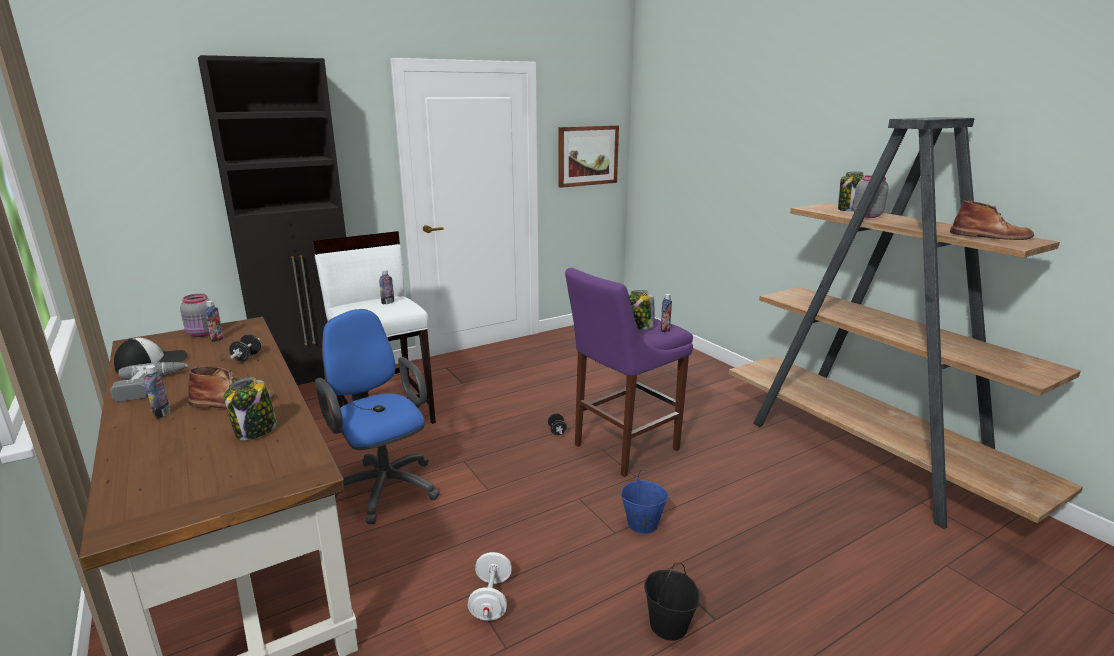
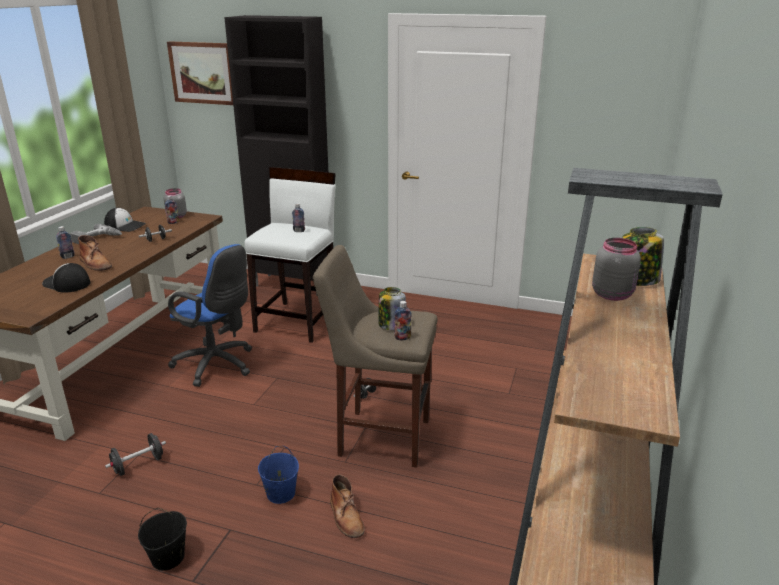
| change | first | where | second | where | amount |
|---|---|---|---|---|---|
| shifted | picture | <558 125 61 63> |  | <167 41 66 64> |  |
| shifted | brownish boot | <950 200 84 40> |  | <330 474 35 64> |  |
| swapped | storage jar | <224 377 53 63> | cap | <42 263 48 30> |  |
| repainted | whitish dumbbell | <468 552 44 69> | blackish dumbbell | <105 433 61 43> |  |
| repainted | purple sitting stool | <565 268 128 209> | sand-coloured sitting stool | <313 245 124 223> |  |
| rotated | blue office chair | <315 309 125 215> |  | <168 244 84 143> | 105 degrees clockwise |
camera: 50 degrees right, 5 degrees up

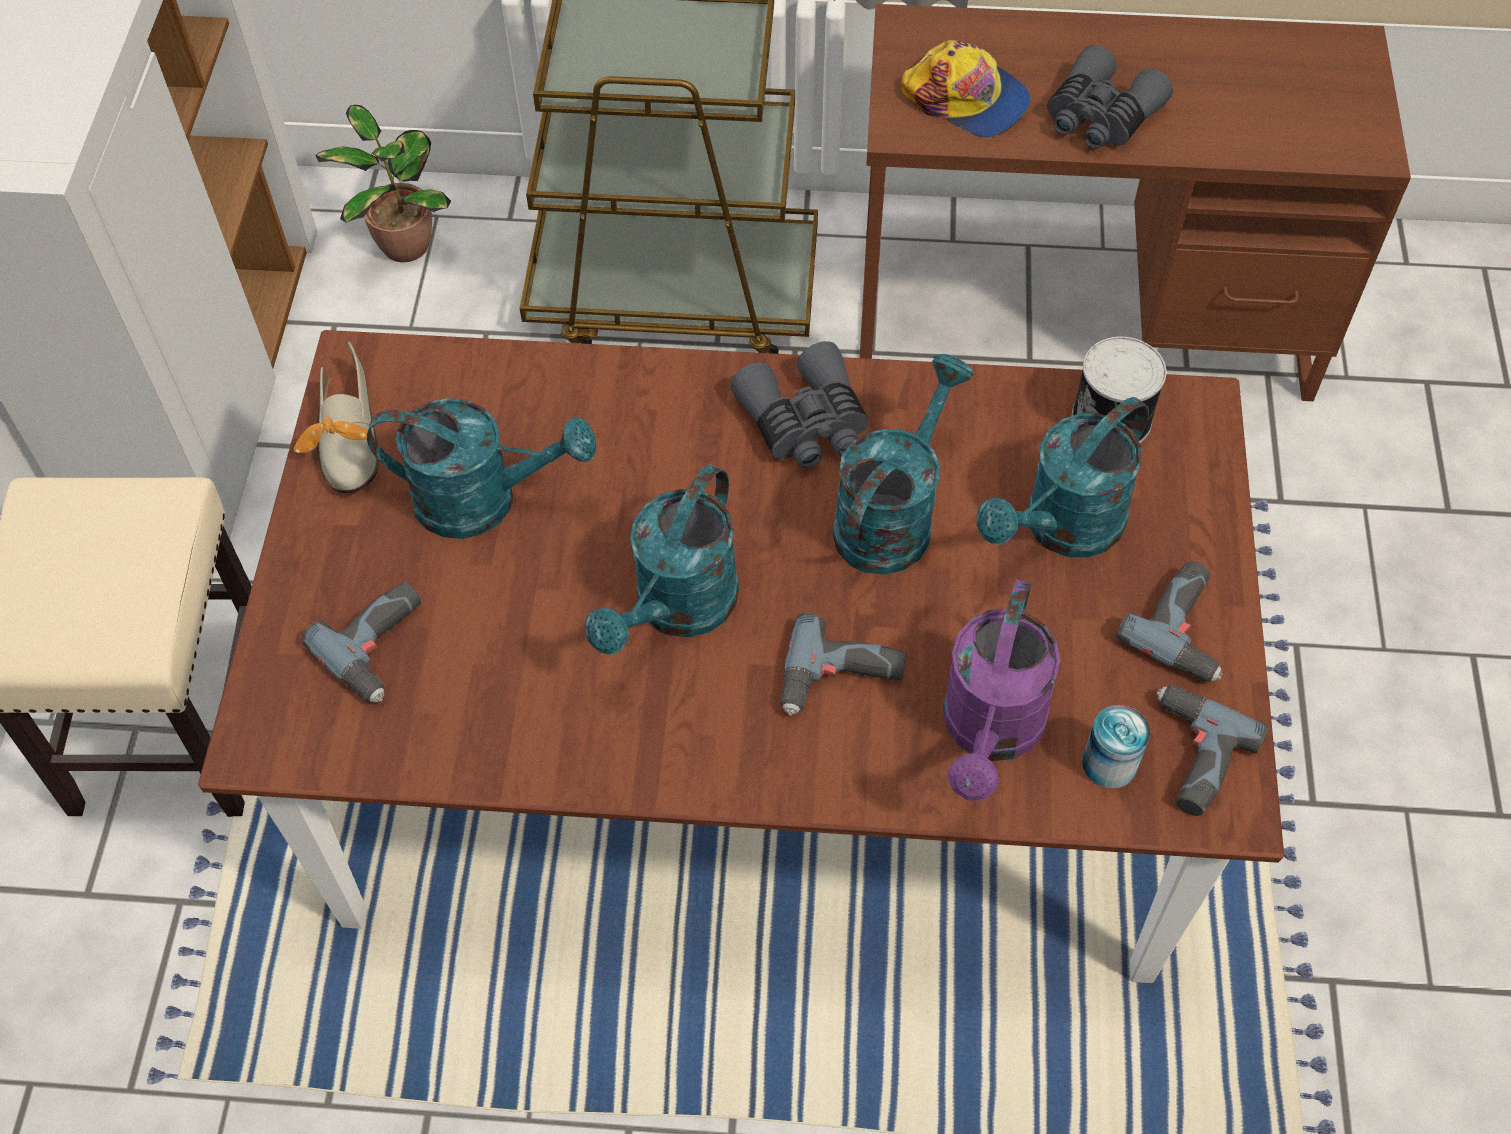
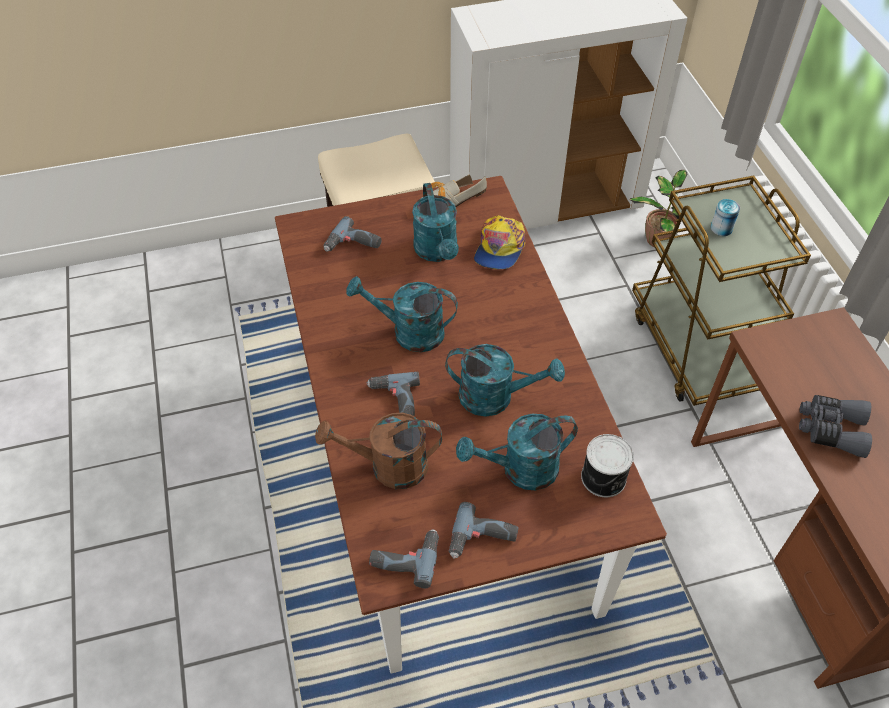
| change | first | where | second | where | amount |
|---|---|---|---|---|---|
| gone | grey field glasses | <730 341 139 127> |  |  |  |
| shifted | cap | <901 40 130 98> |  | <474 215 52 54> |  |
| shifted | sealed can | <1082 705 68 84> |  | <710 199 30 37> |  |
| repainted | purple watering can | <943 579 118 222> | brownish watering can | <315 413 127 76> |  |
| rotated | blue-green watering can | <976 397 173 160> |  | <456 414 122 77> | 45 degrees counterclockwise |
camera: 70 degrees right, 5 degrees down

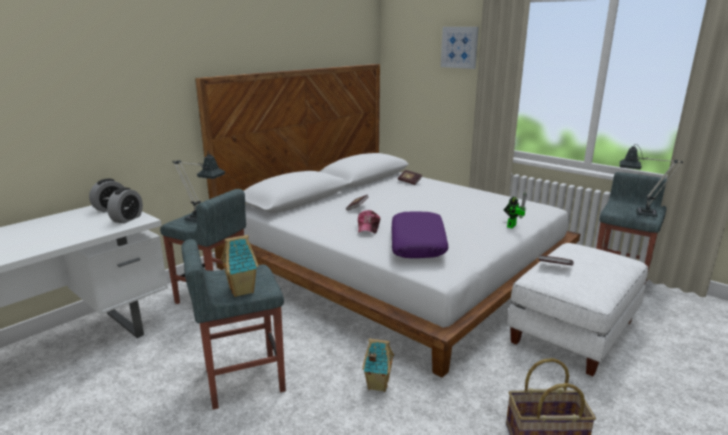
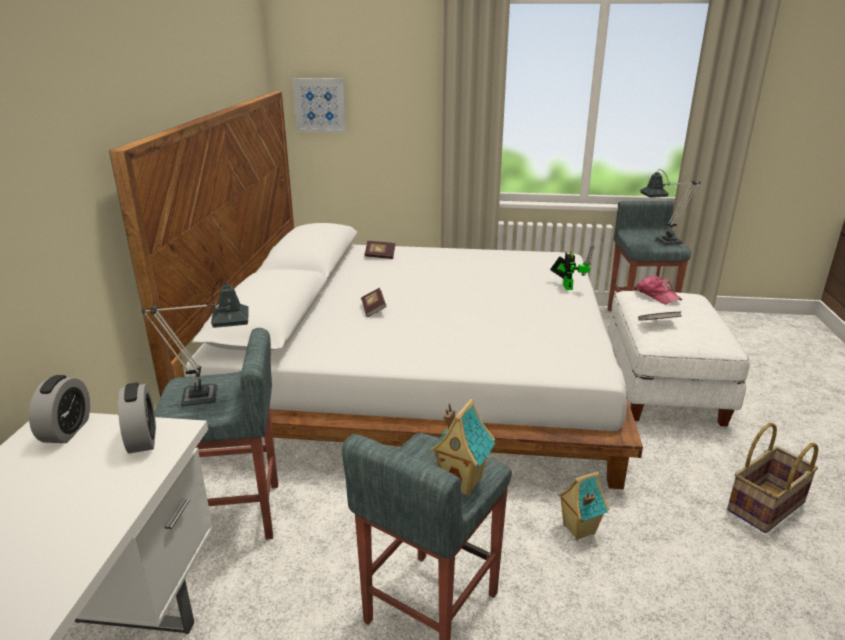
| change | first | where | second | where | amount |
|---|---|---|---|---|---|
| gone | purple pillow | <392 211 56 47> |  |  |  |
| shifted | cap | <358 210 22 24> |  | <636 275 46 29> |  |
| shifted | picture | <441 27 38 42> |  | <292 78 55 55> |  |
camera: 35 degrees left, 5 degrees up

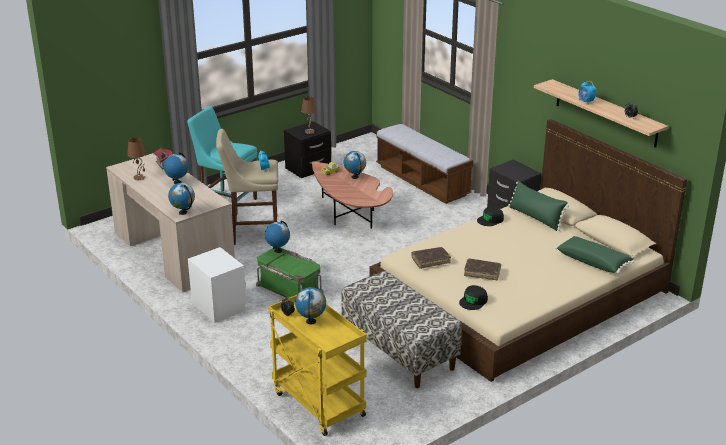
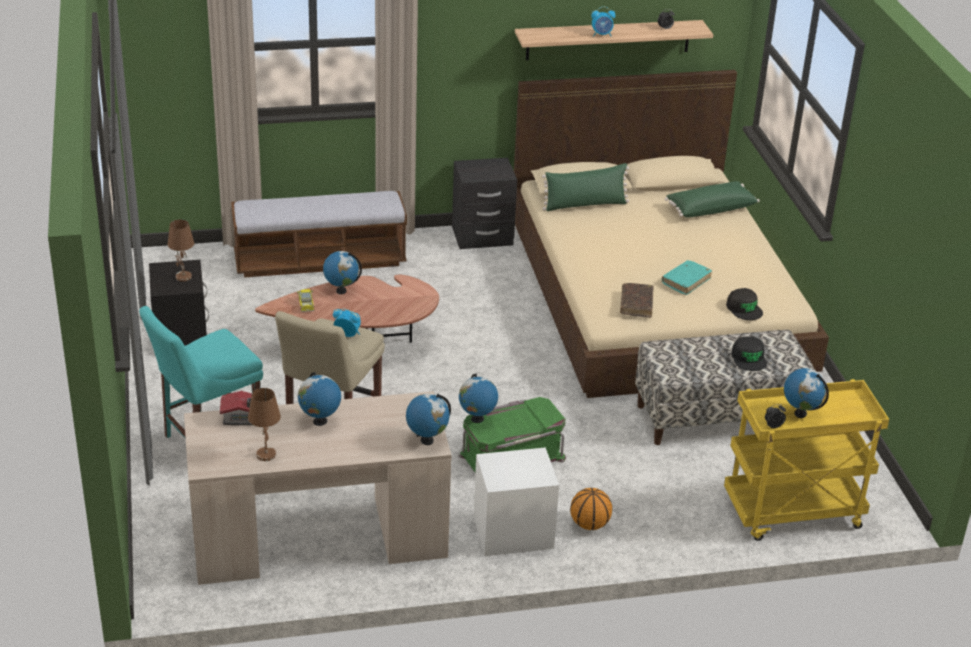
| change | first | where | second | where | amount |
|---|---|---|---|---|---|
| new |  |  | basketball ball | <570 488 42 42> |  |
| shifted | blackish cap | <477 206 27 20> |  | <731 336 36 35> |  |
| repainted | brownish book | <464 259 37 21> | blue-green book | <662 260 50 35> |  |
camera: 65 degrees left, 5 degrees up

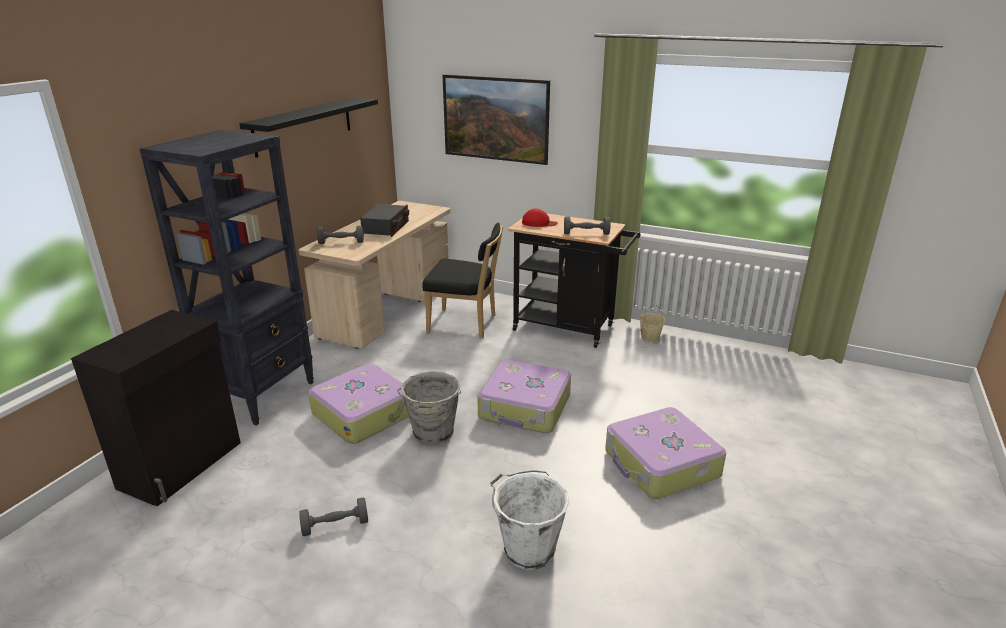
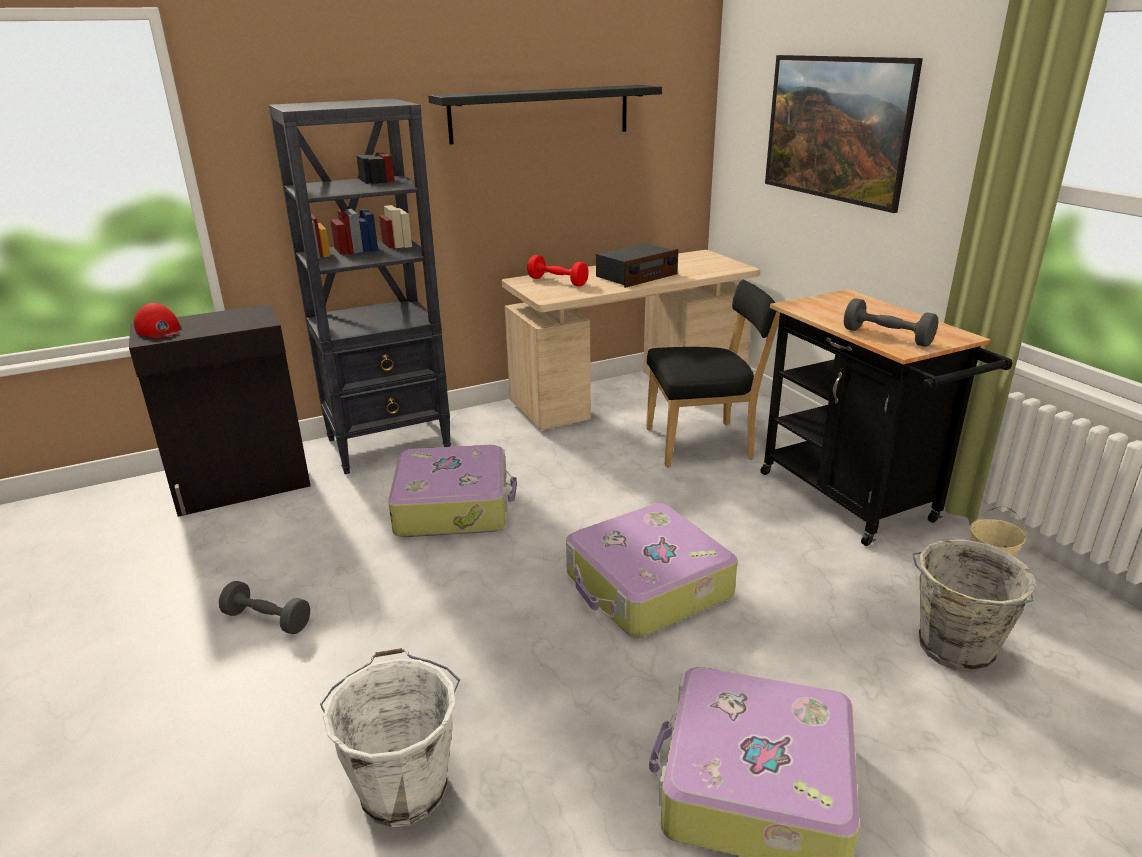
| change | first | where | second | where | amount |
|---|---|---|---|---|---|
| shifted | grey pail | <397 371 64 74> |  | <912 540 124 132> |  |
| shifted | red cap | <522 208 36 19> |  | <134 303 46 36> |  |
| repainted | grey dumbbell | <317 226 47 18> | red dumbbell | <527 255 62 31> |  |
| rotated | blackish plain chair | <423 223 80 116> |  | <646 280 134 187> | 60 degrees counterclockwise |
camera: 40 degrees right, 0 degrees up

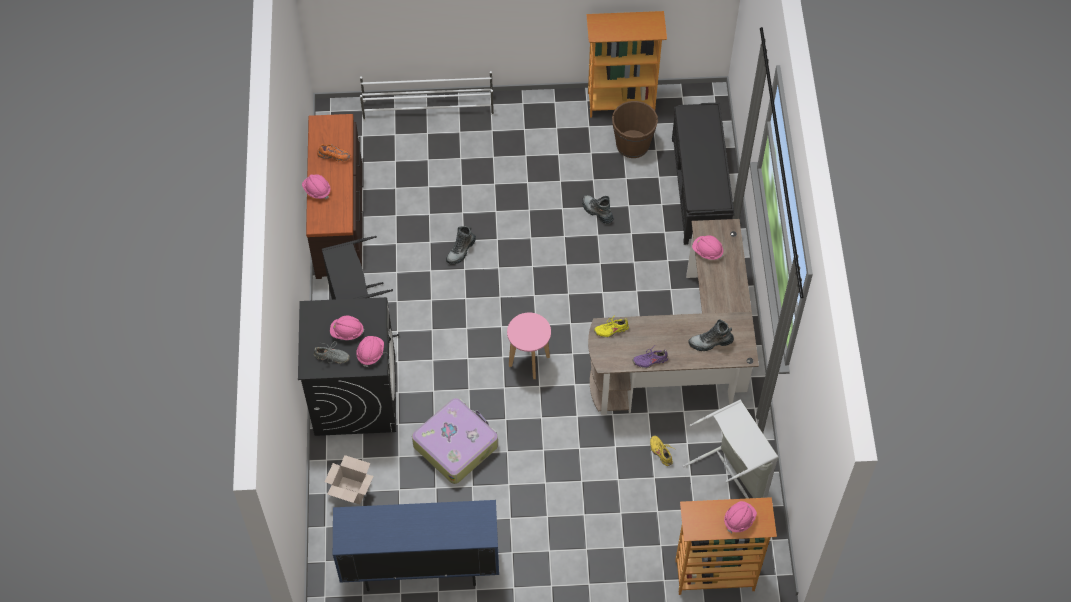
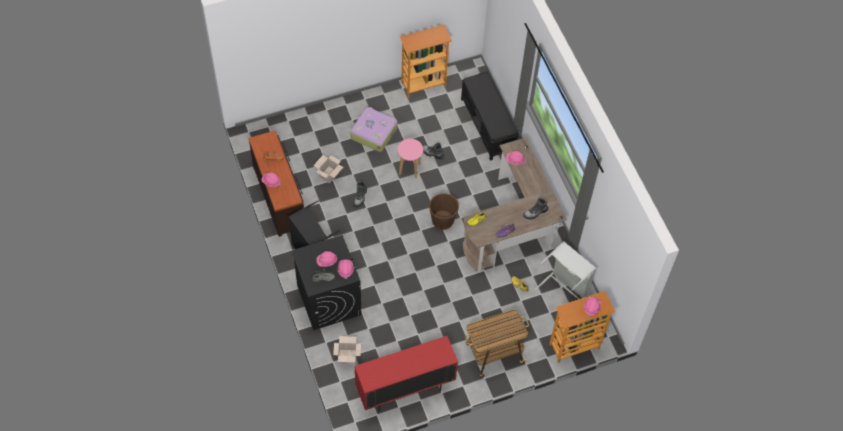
| change | first | where | second | where | amount |
|---|---|---|---|---|---|
| gone | whitish shoe rack | <360 71 134 50> |  |  |  |
| new |  |  | carton | <313 155 30 28> |  |
| new |  |  | wheeled cart | <465 309 64 69> |  |
| shifted | travel case | <412 398 86 86> |  | <350 107 47 45> |  |
| shifted | pink sitting stool | <507 313 44 66> |  | <398 139 25 39> |  |
| shifted | brownish pail | <612 101 46 57> |  | <429 193 30 37> |  |
| repainted | blue cabinet | <333 500 166 91> | red cabinet | <354 336 104 76> |  |
camera: 20 degrees left, 0 degrees up

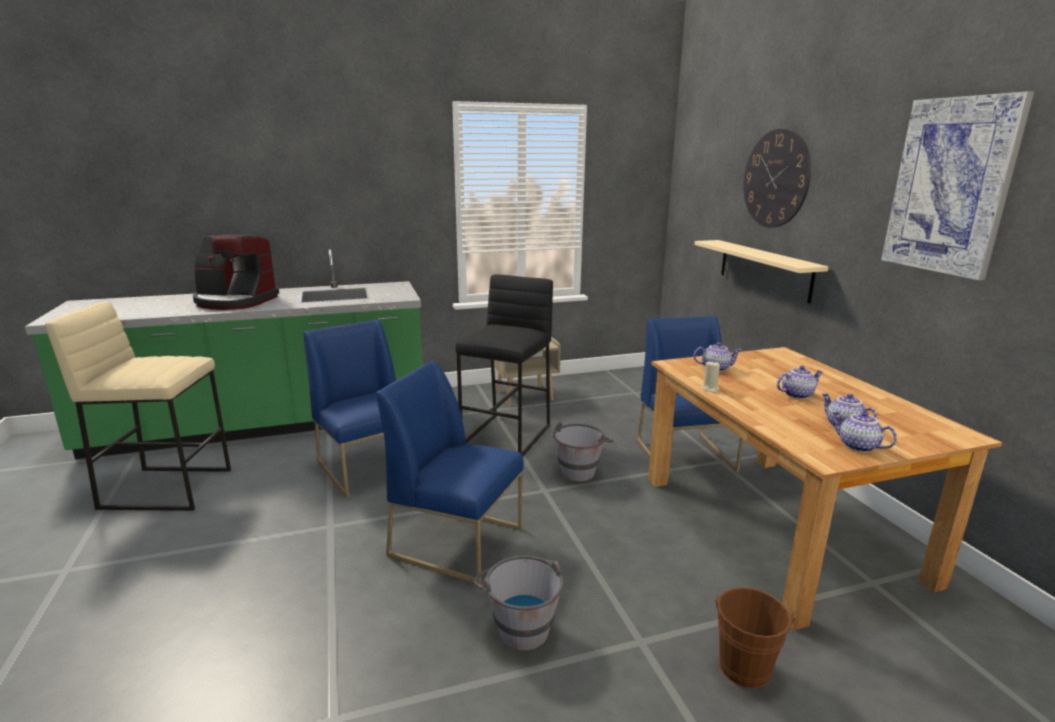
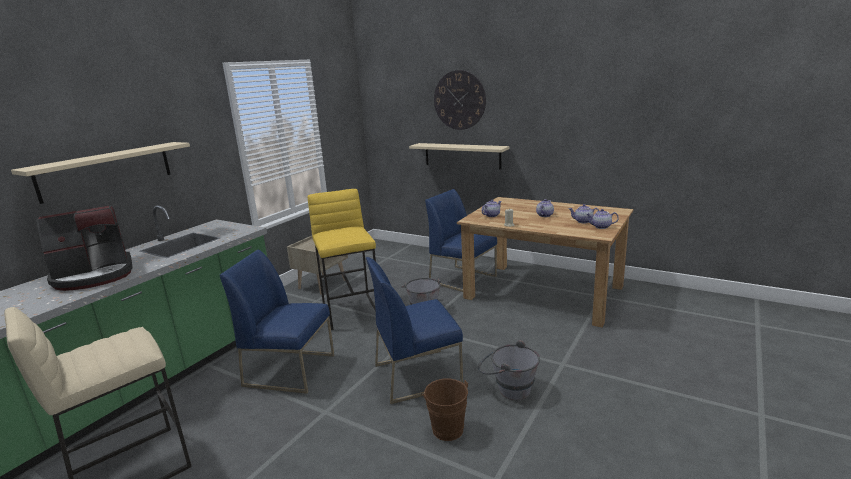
| change | first | where | second | where | amount |
|---|---|---|---|---|---|
| gone | picture | <881 91 153 189> |  |  |  |
| new |  |  | sand-coloured wall shelf | <11 142 179 62> |  |
| shifted | brownish pail | <715 587 80 102> |  | <421 378 47 63> |  |
| repainted | blackish sitting stool | <455 274 98 182> | yellowish sitting stool | <308 189 68 141> |  |
camera: 40 degrees left, 0 degrees up

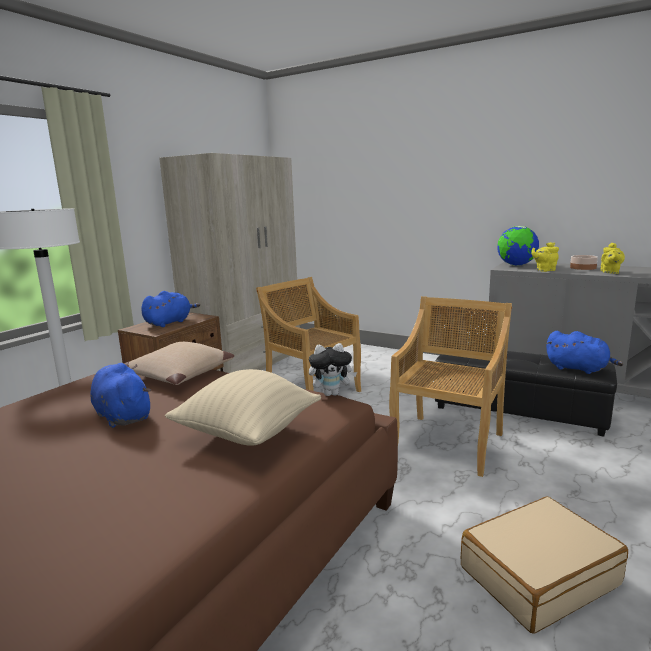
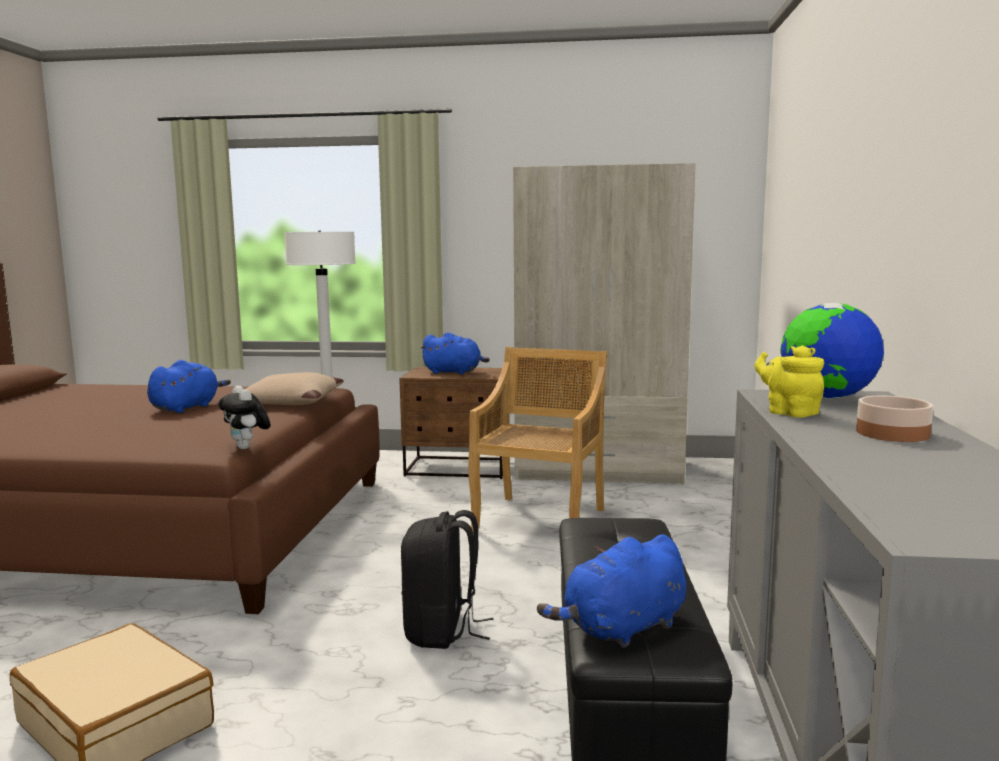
| change | first | where | second | where | amount |
|---|---|---|---|---|---|
| gone | sand-coloured pillow | <165 369 156 77> |  |  |  |
| gone | yellowish pot for tea | <600 243 25 31> |  |  |  |
| swapped | sand-coloured plain chair | <389 296 123 181> | blackish backpack | <401 510 92 139> |  |
| rotated | blue plush toy | <546 331 77 43> |  | <537 534 149 114> | 45 degrees clockwise |
camera: 65 degrees right, 5 degrees down

